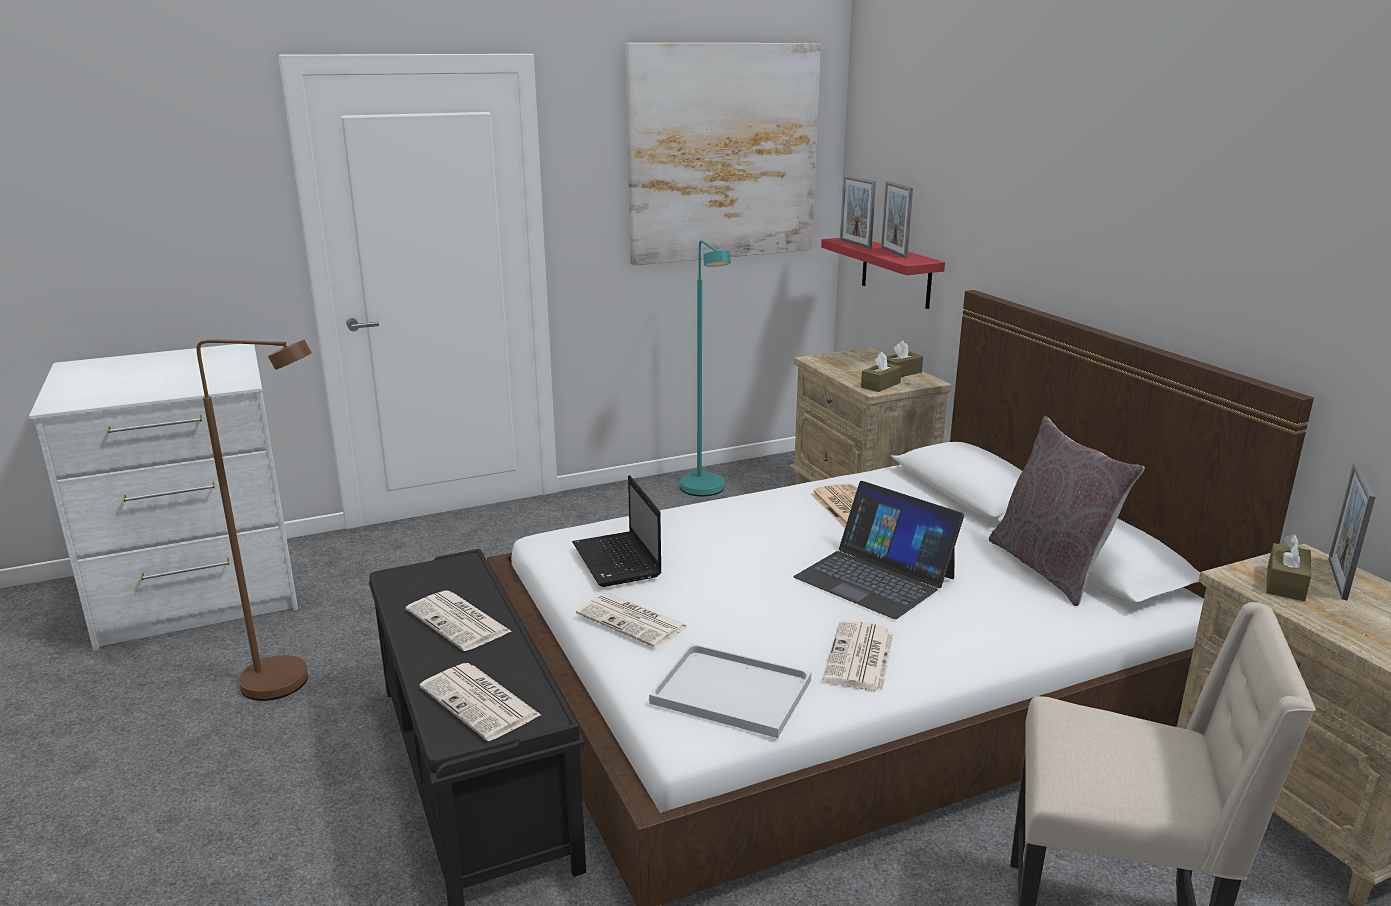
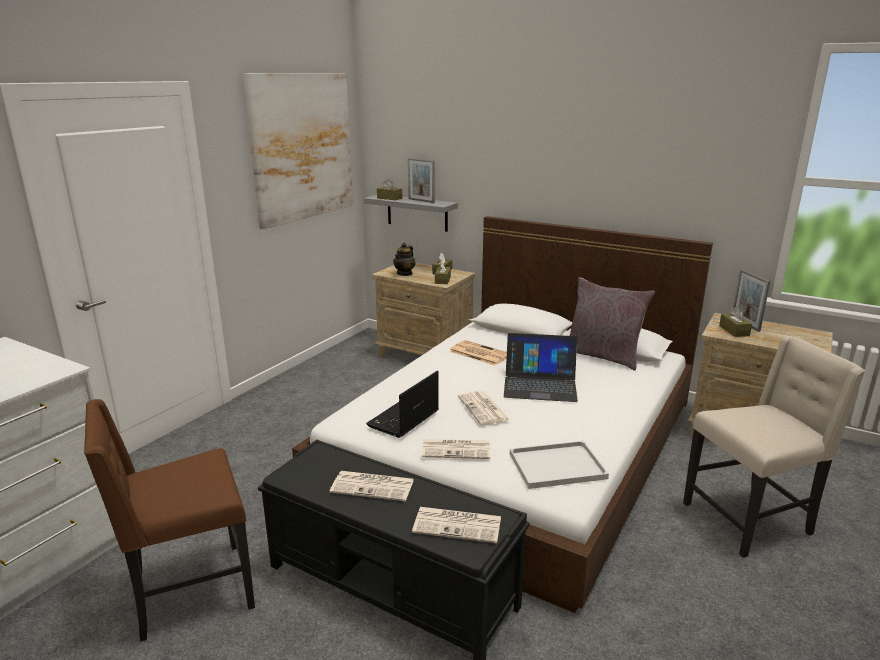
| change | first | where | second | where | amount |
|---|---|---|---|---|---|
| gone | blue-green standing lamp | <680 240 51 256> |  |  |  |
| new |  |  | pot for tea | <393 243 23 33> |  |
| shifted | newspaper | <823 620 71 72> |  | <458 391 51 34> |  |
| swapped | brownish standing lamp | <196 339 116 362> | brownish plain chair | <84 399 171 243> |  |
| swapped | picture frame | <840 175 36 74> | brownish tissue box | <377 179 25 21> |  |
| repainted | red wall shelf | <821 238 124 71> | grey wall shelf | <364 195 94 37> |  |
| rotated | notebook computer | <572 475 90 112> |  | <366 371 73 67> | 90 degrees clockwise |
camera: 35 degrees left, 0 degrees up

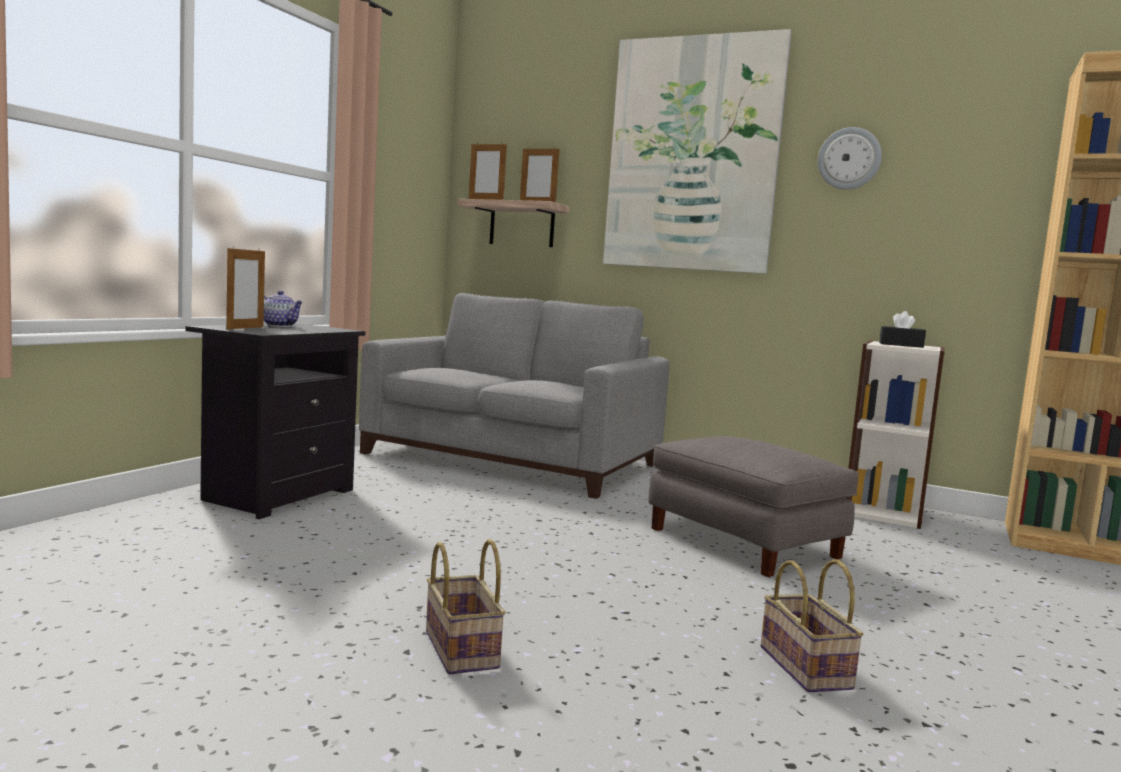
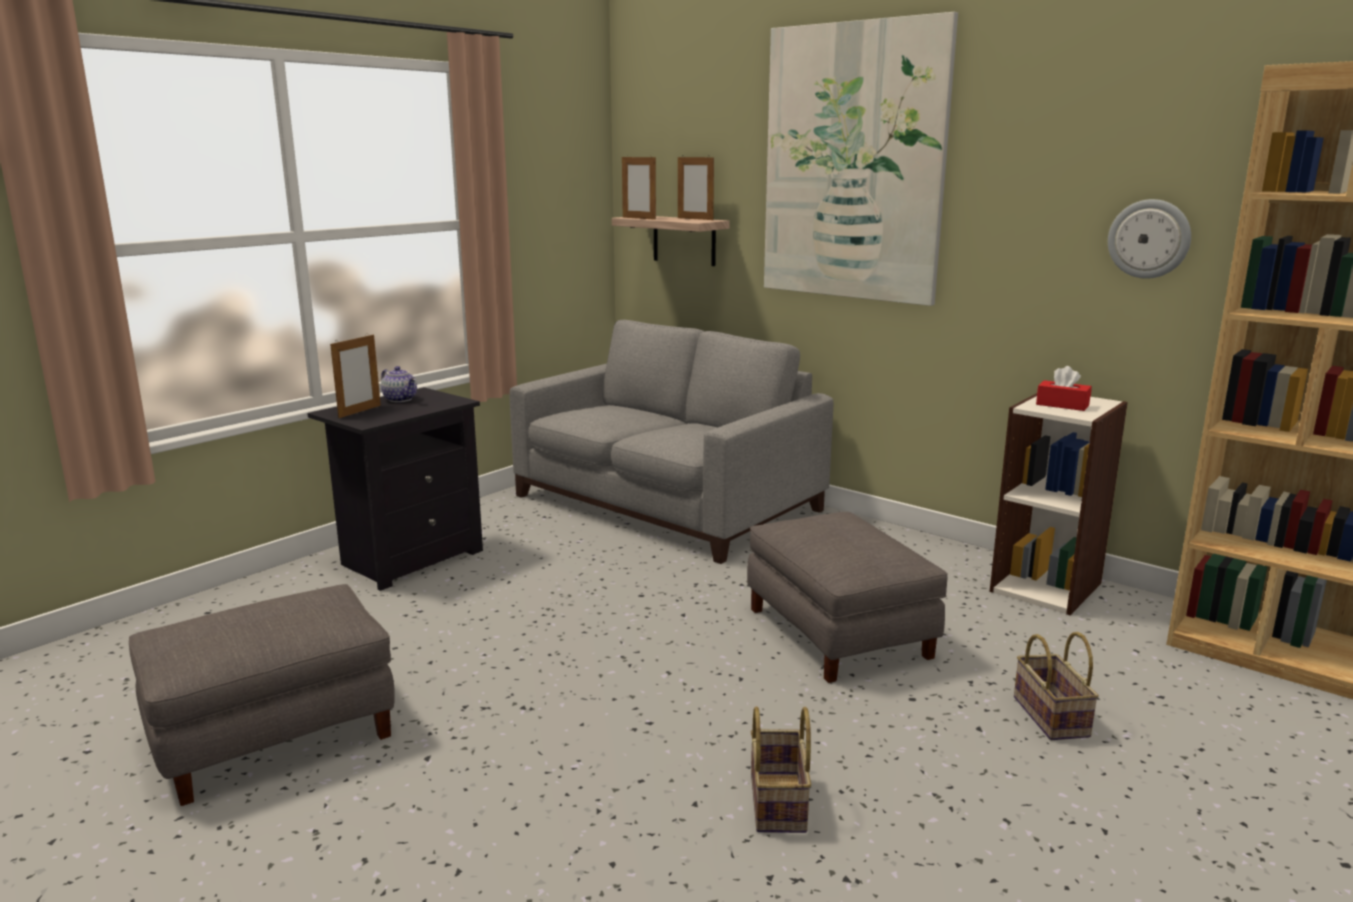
| change | first | where | second | where | amount |
|---|---|---|---|---|---|
| new |  |  | grey ottoman | <129 584 266 222> |  |
| shifted | storage basket | <426 539 79 136> |  | <1014 632 85 108> |  |
| shifted | hanging clock | <818 127 64 63> |  | <1108 199 83 80> |  |
| repainted | blackish tissue box | <879 311 47 37> | red tissue box | <1036 366 56 45> |  |
camera: 15 degrees right, 10 degrees up

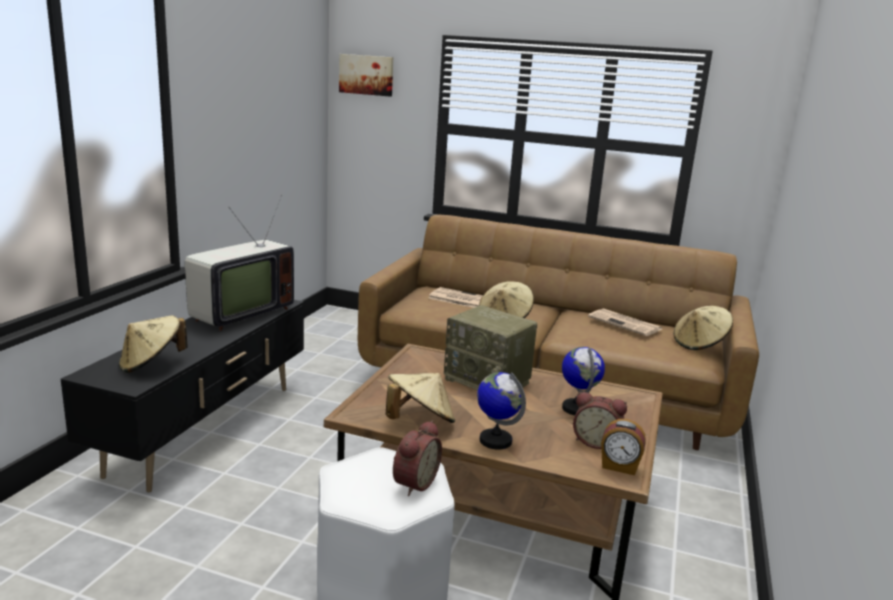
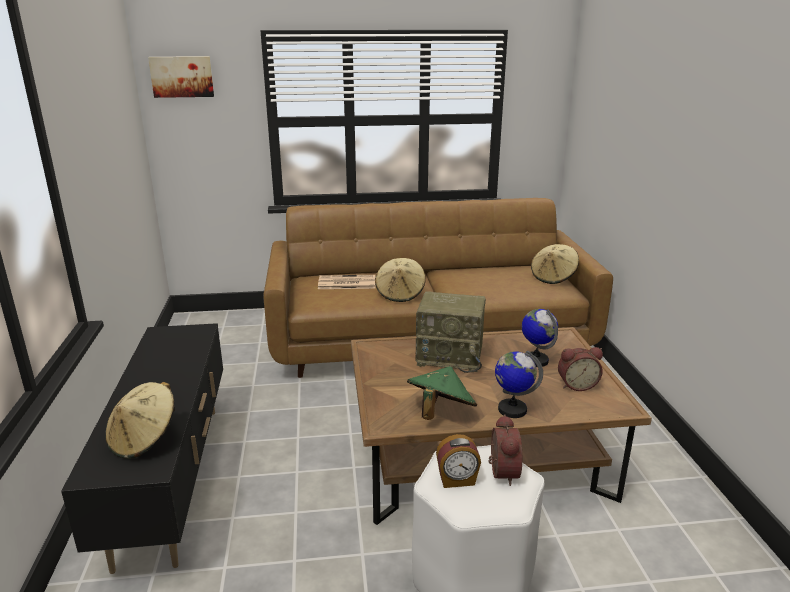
| change | first | where | second | where | amount |
|---|---|---|---|---|---|
| gone | TV set | <185 195 109 136> |  |  |  |
| gone | newspaper | <588 308 74 28> |  |  |  |
| shifted | table clock | <601 419 45 56> |  | <436 434 45 54> |  |
| repainted | sand-coloured clothing hat | <386 373 69 50> | greenish clothing hat | <407 366 70 54> |  |
camera: 25 degrees left, 5 degrees up

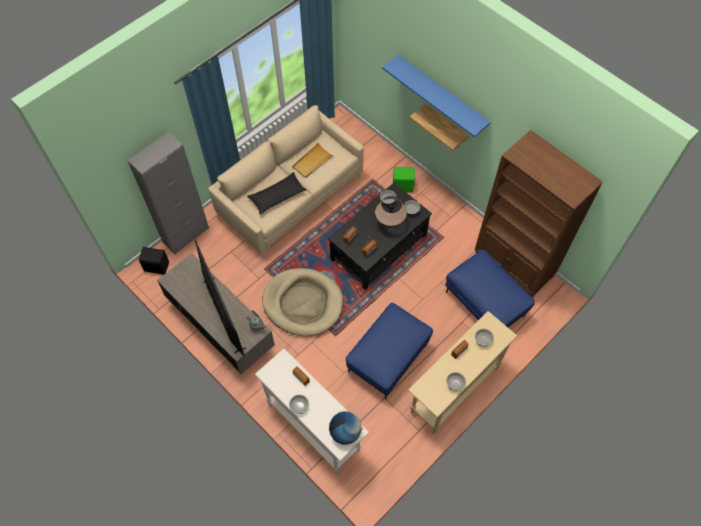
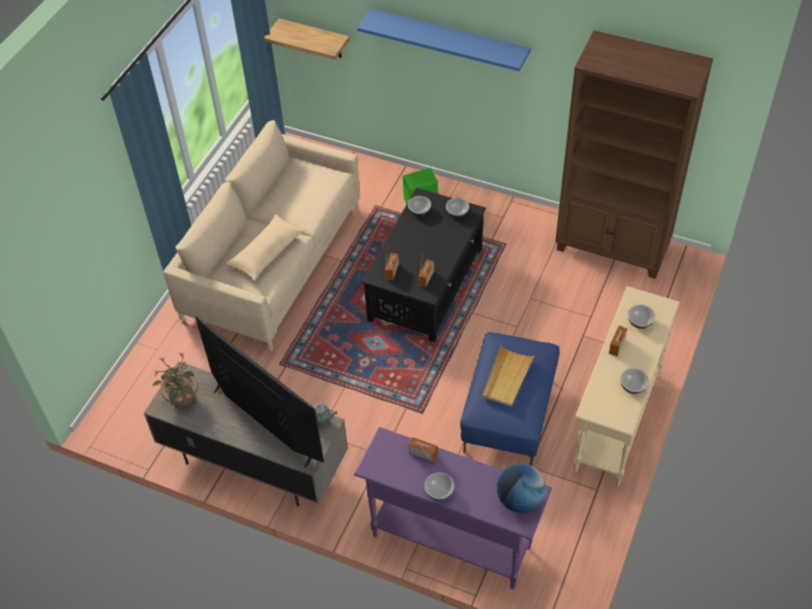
| change | first | where | second | where | amount |
|---|---|---|---|---|---|
| gone | grey cabinet | <127 131 82 123> |  |  |  |
| gone | blackish speaker | <139 247 30 28> |  |  |  |
| gone | sand-coloured dog bed | <262 268 81 68> |  |  |  |
| gone | sand-coloured lamp for a table | <375 196 32 32> |  |  |  |
| gone | blue ottoman | <446 249 89 78> |  |  |  |
| new |  |  | potted plant | <153 353 45 54> |  |
| shifted | sand-coloured tray | <292 143 41 35> |  | <482 345 53 61> |  |
| shifted | wall shelf | <409 103 60 48> |  | <264 19 86 41> |  |
| repainted | blackish pillow | <247 172 59 43> | sand-coloured pillow | <225 215 80 66> |  |
| repainted | whitish hall table | <255 348 114 126> | purple hall table | <354 427 198 162> |  |
camera: 20 degrees left, 10 degrees down

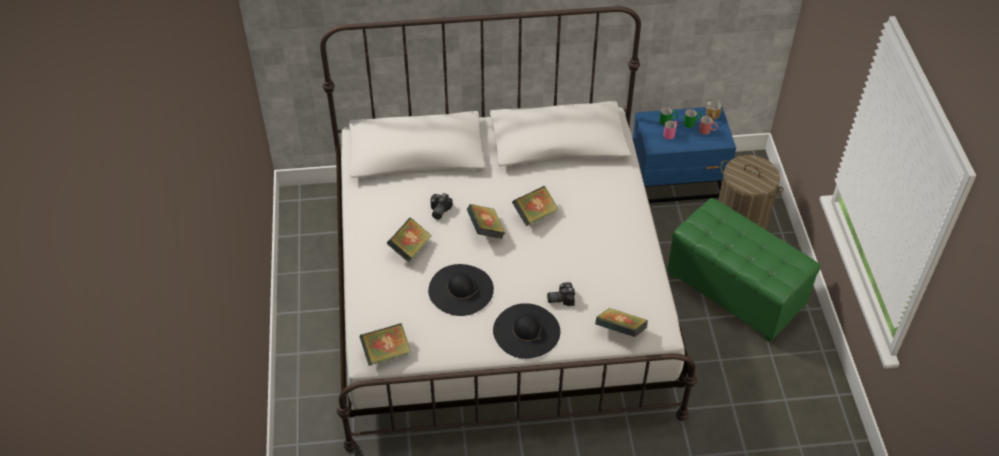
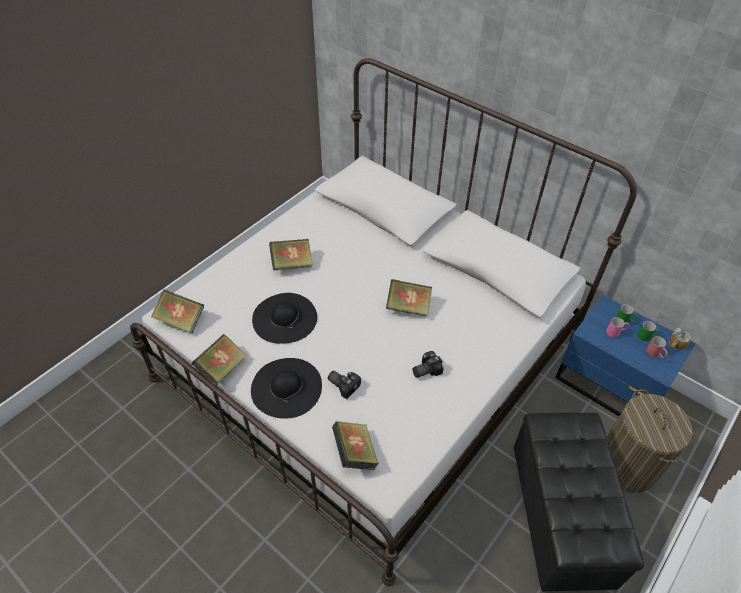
| change | first | where | second | where | amount |
|---|---|---|---|---|---|
| shifted | still camera | <430 193 23 27> |  | <412 351 32 27> |  |
| shifted | book | <467 204 38 35> |  | <192 334 55 52> |  |
| repainted | greenish ottoman | <667 198 153 144> | blackish ottoman | <514 412 130 179> |  |
camera: 45 degrees right, 0 degrees up

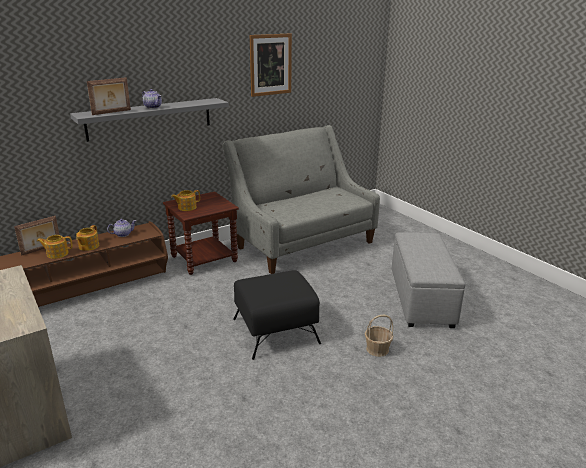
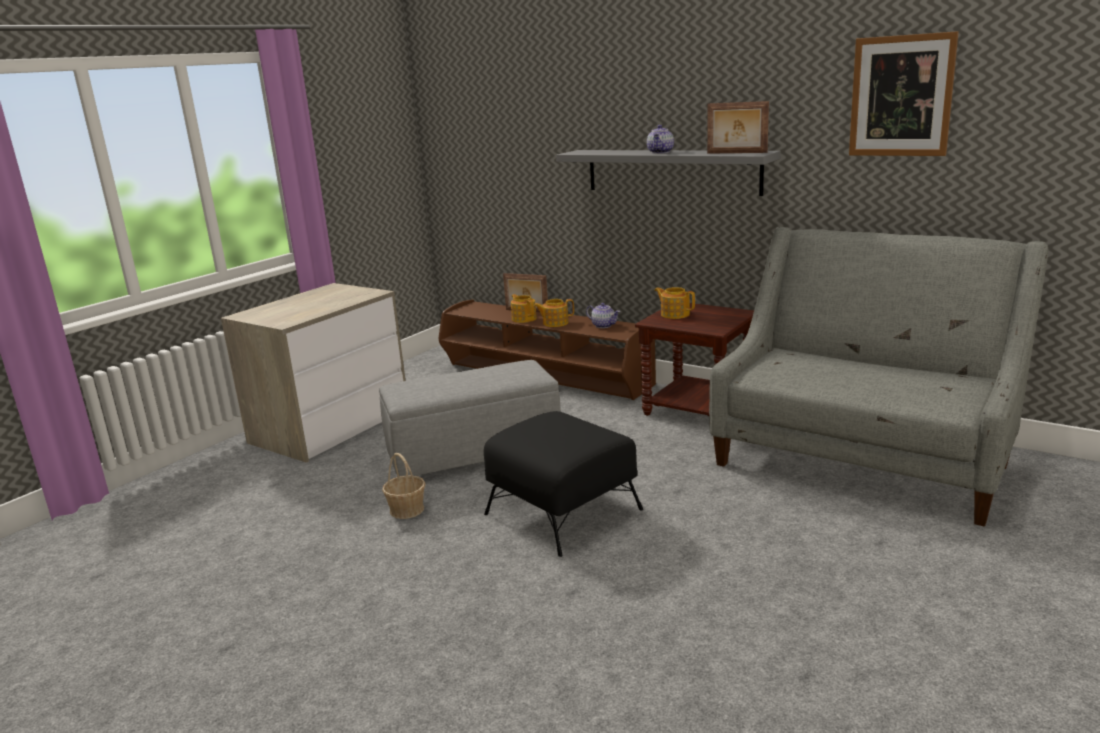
| change | first | where | second | where | amount |
|---|---|---|---|---|---|
| shifted | picture frame | <87 77 44 38> |  | <707 101 62 53> |  |
| shifted | storage basket | <365 315 28 42> |  | <382 453 43 66> |  |
| shifted | grey ottoman | <392 233 73 95> |  | <379 360 182 117> |  |
camera: 70 degrees right, 5 degrees down

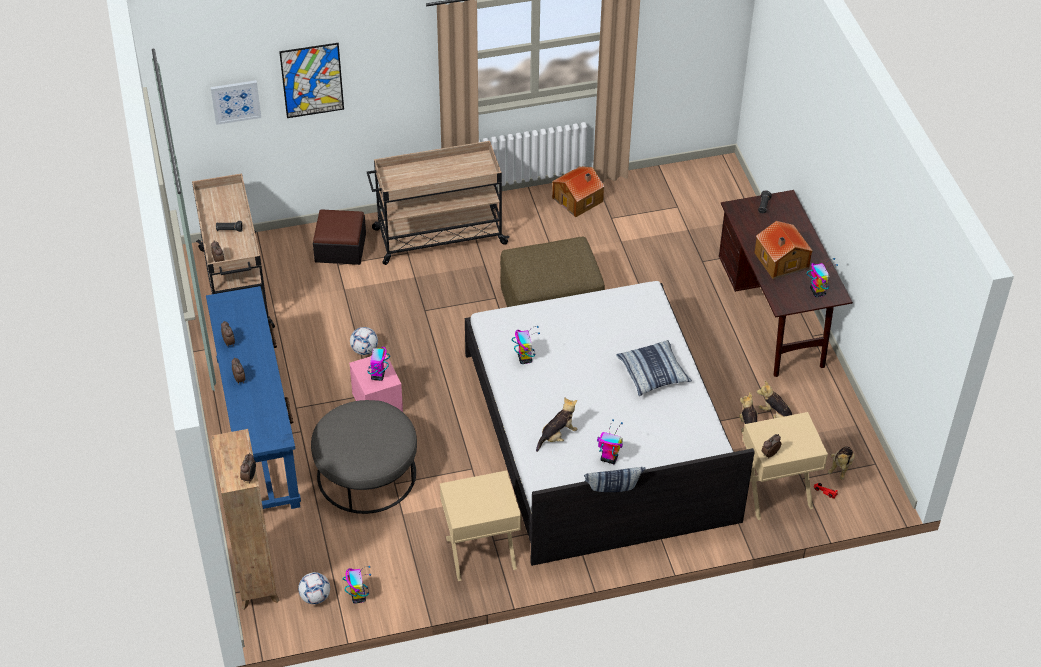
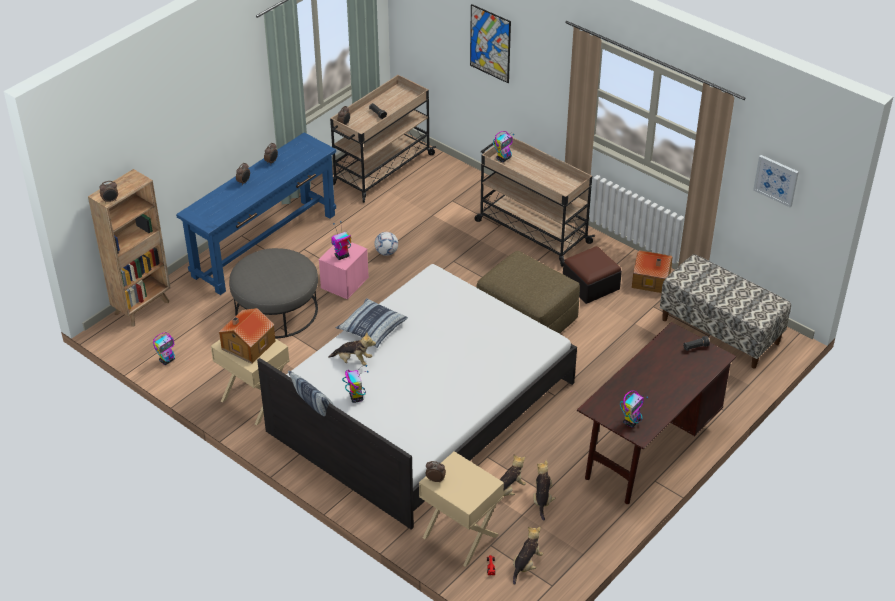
| change | first | where | second | where | amount |
|---|---|---|---|---|---|
| gone | football ball | <298 572 32 32> |  |  |  |
| new |  |  | bench | <660 254 131 114> |  |
| shifted | picture | <210 80 51 45> |  | <753 155 46 52> |  |
| shifted | ottoman | <313 209 53 56> |  | <563 246 59 58> |  |
| shifted | robot figure | <511 326 29 38> |  | <493 131 21 31> |  |
| shifted | pillow | <616 340 76 56> |  | <336 298 72 50> |  |
| shifted | miniature house | <754 221 59 58> |  | <219 308 56 56> |  |
| rotated | plush toy | <828 446 27 34> |  | <513 527 30 58> | 135 degrees clockwise |
camera: 55 degrees right, 5 degrees down

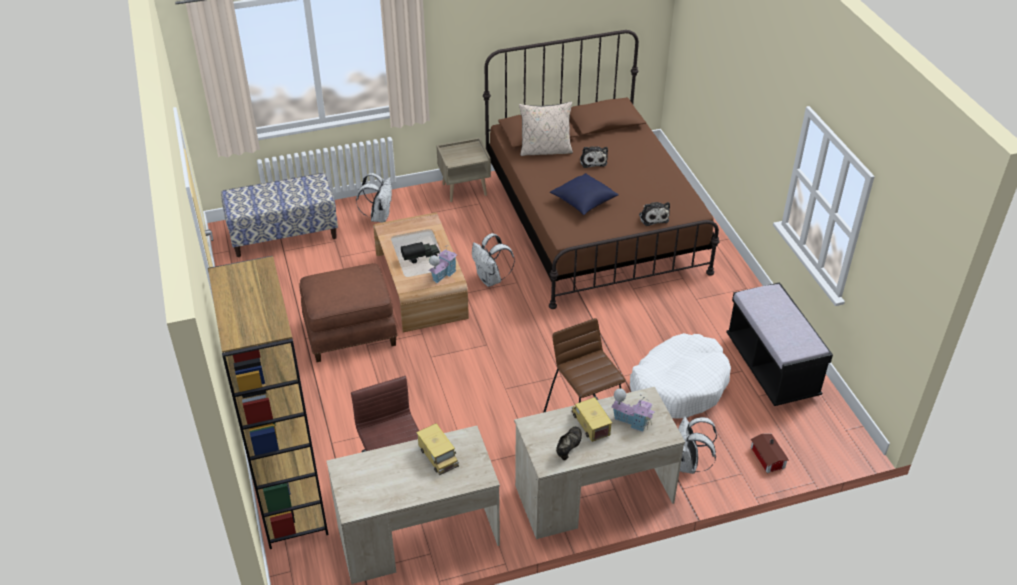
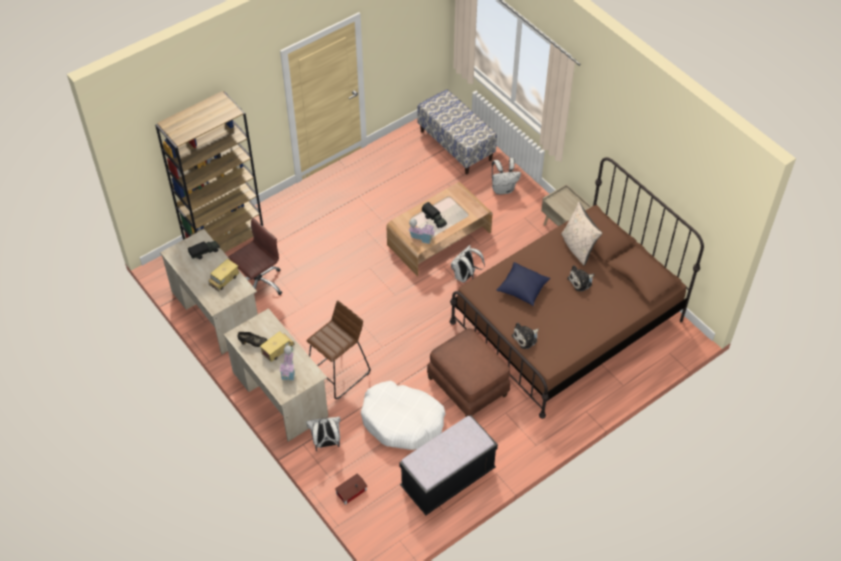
| change | first | where | second | where | amount |
|---|---|---|---|---|---|
| new |  |  | model truck | <188 241 32 18> |  |
| shifted | brownish ottoman | <300 263 97 99> |  | <427 328 83 89> |  |
camera: 70 degrees right, 10 degrees up

